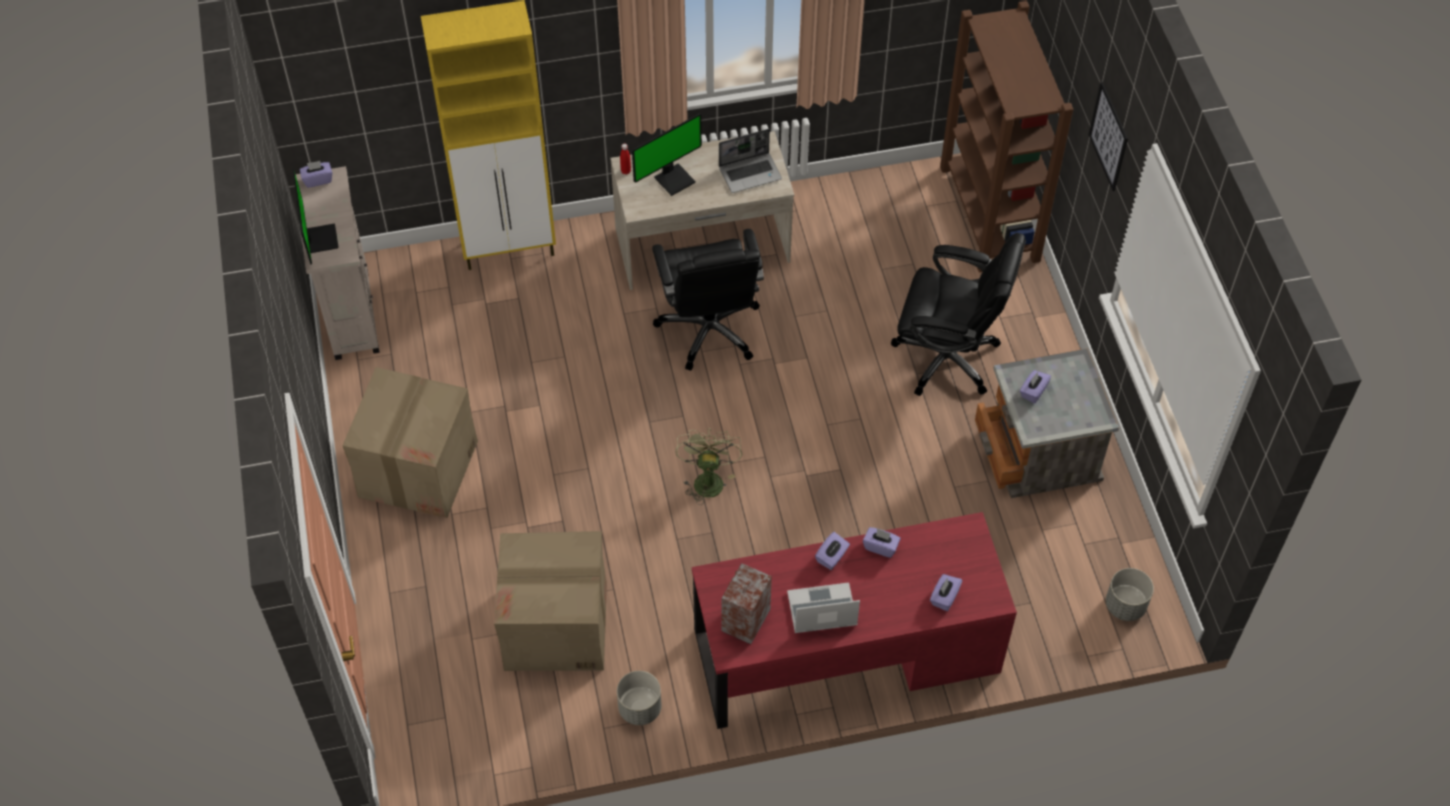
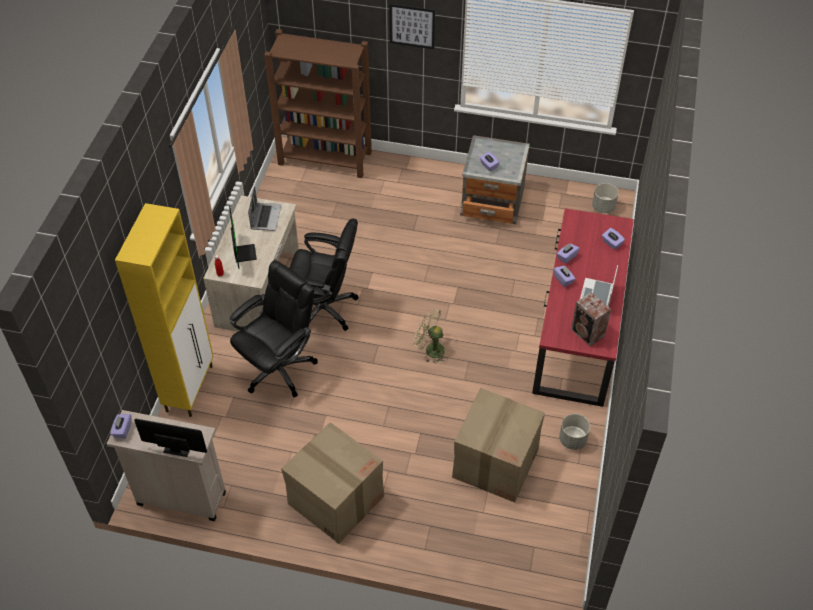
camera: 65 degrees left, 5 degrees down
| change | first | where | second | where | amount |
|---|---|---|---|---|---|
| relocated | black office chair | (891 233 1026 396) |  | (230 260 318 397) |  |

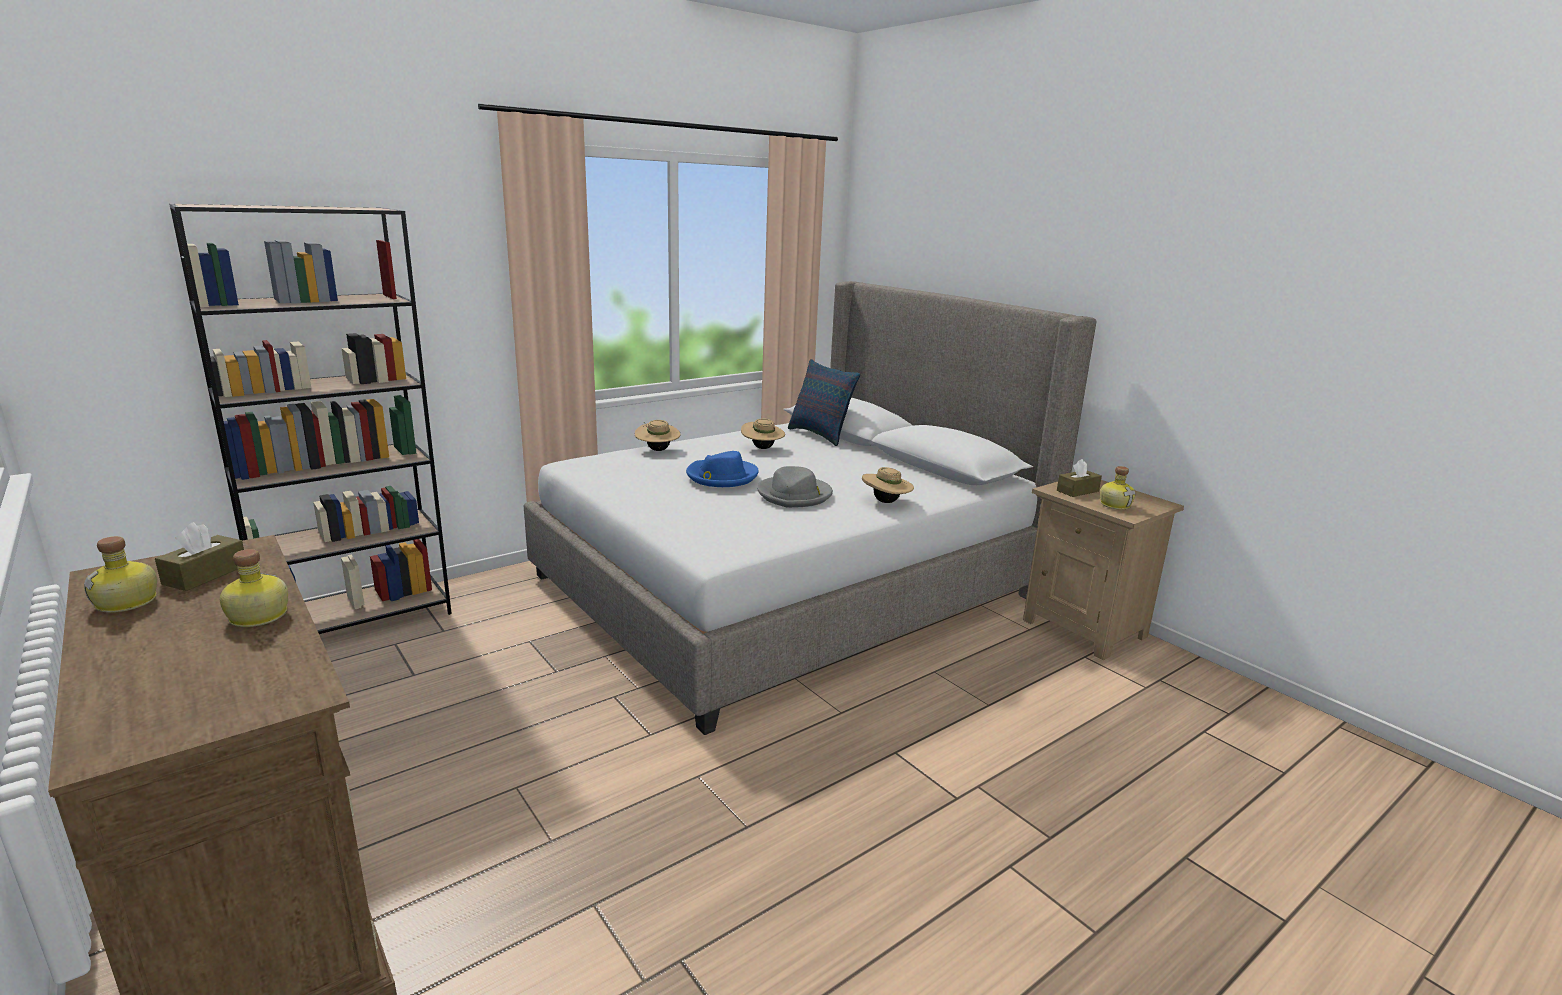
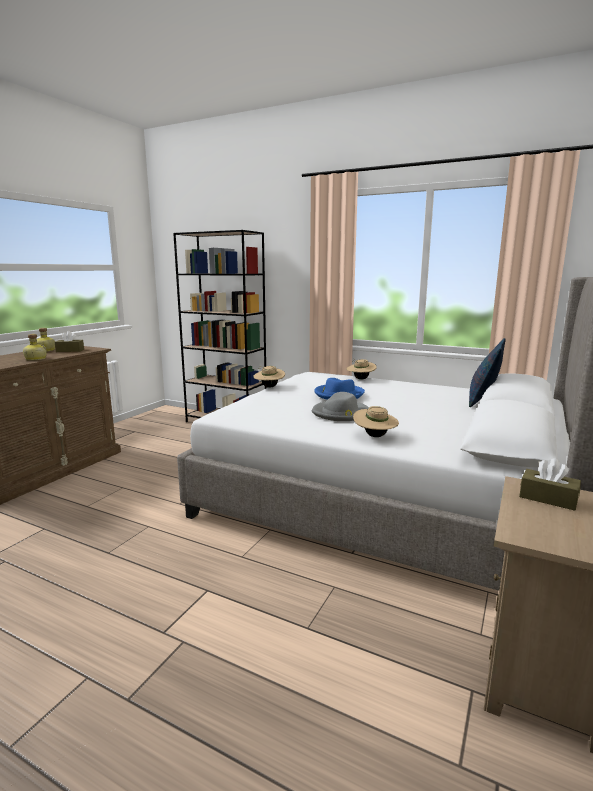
camera: 65 degrees right, 5 degrees down
| change | first | where | second | where | amount |
|---|---|---|---|---|---|
| missing | bottle | (1100 466 1135 510) |  |  |  |
| relocated | beige hat | (741 418 785 449) |  | (253 366 285 388) |  |

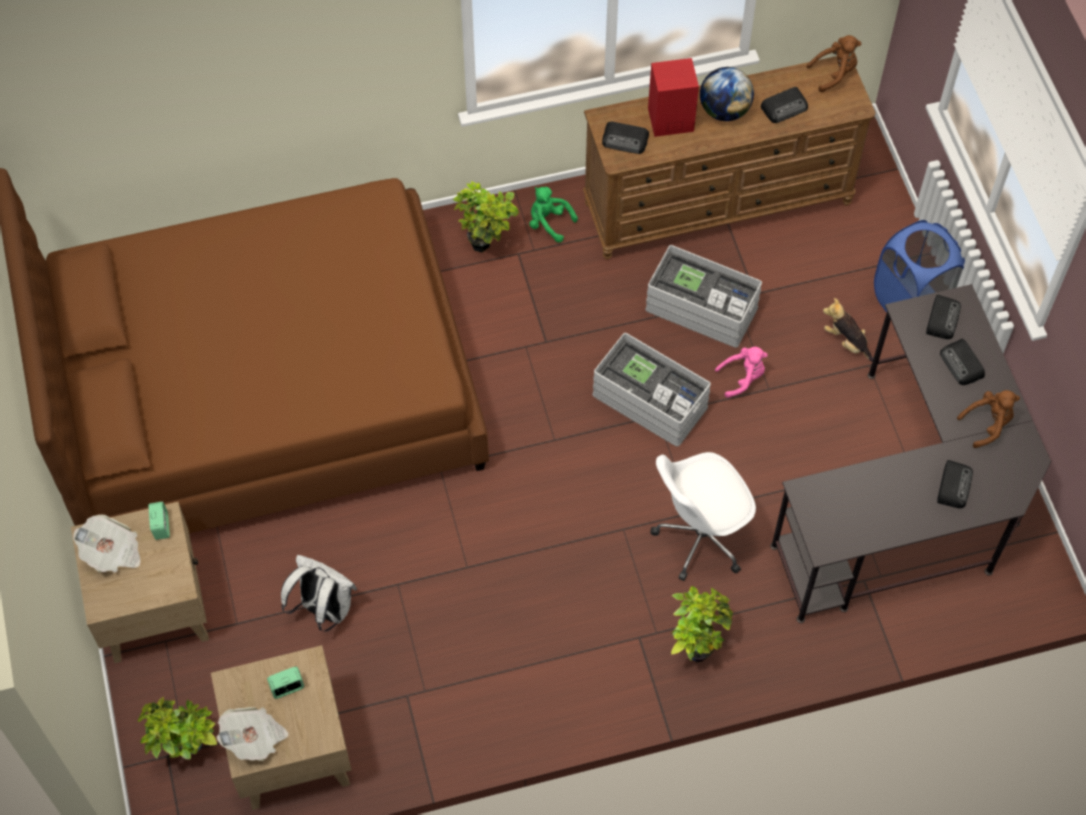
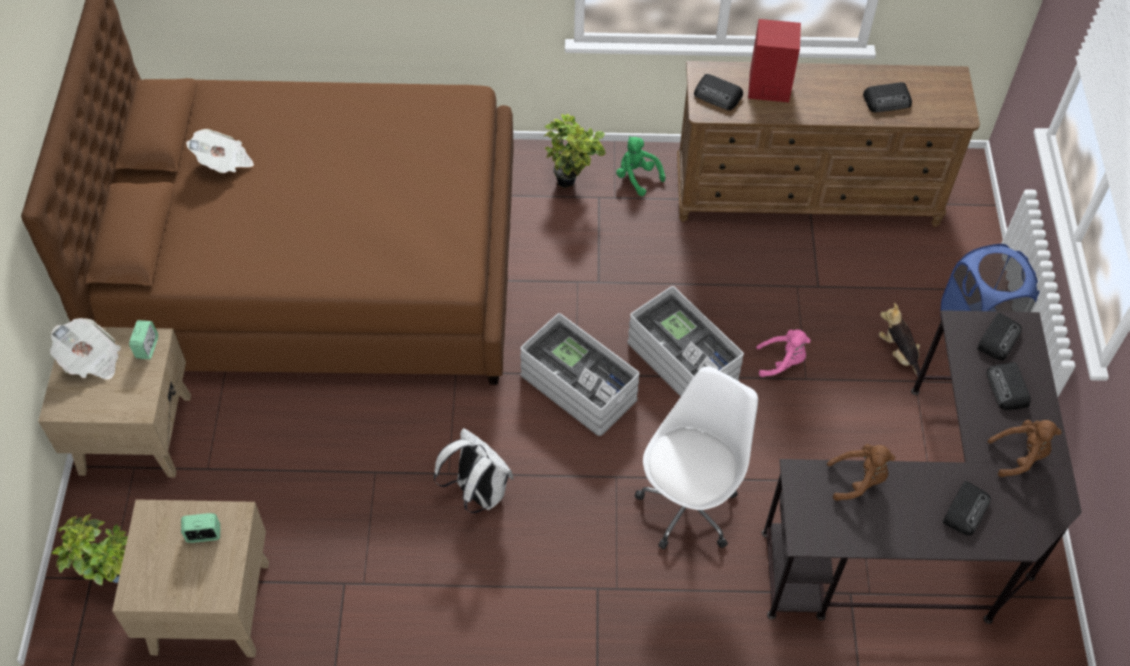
camera: 15 degrees right, 5 degrees down
| change | first | where | second | where | amount |
|---|---|---|---|---|---|
| missing | potted plant | (671 586 733 662) |  |  |  |
| missing | globe | (700 67 754 121) |  |  |  |
| relocated | newspaper | (216 707 289 761) |  | (186 129 254 174) |  |
| relocated | white backpack | (281 555 357 632) |  | (433 428 513 513) |  |
| relocated | grey storage box | (645 245 762 348) |  | (520 313 640 436) |  |
| relocated | brown plush toy | (807 35 861 92) |  | (827 444 895 501) |  |
| spun | white office chair | (650 452 756 581) |  | (634 367 758 549) | 135 degrees clockwise |

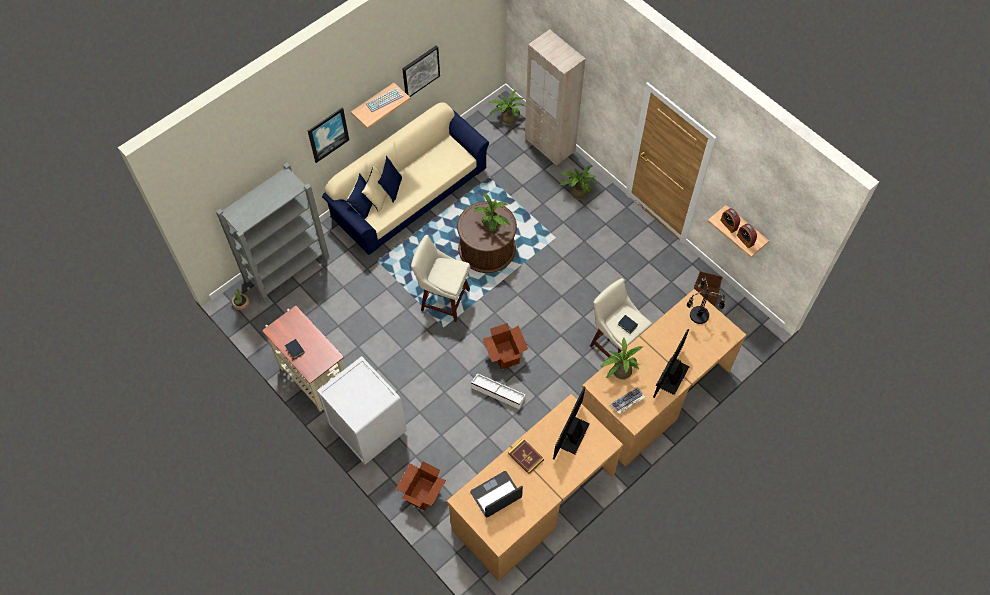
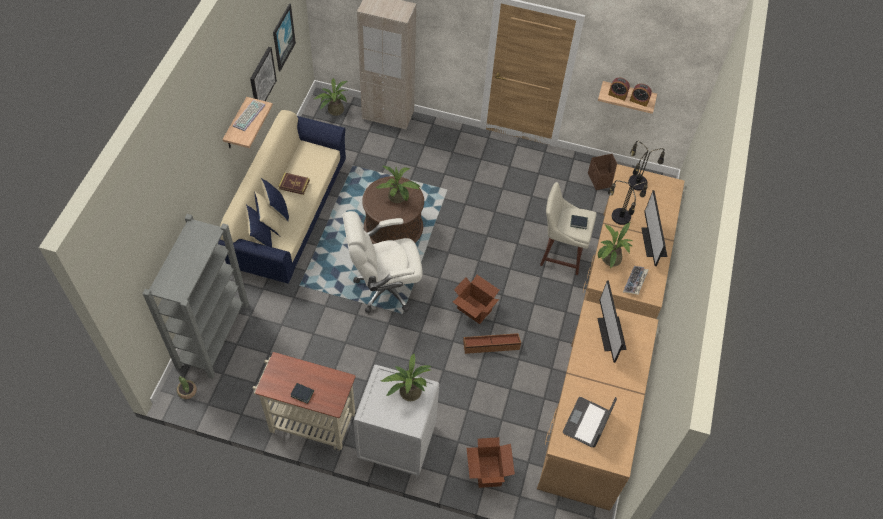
camera: 35 degrees left, 5 degrees down
| change | first | where | second | where | amount |
|---|---|---|---|---|---|
| appeared |  |  | table lamp | (608 180 648 225) |  |
| relocated | picture | (308 107 349 163) |  | (273 4 296 71) |  |
| relocated | book | (508 439 544 474) |  | (278 173 310 195) |  |
| relocated | potted plant | (559 166 600 200) |  | (381 353 431 401) |  |
| exchanged | beige stool | (411 235 471 322) | white office chair | (342 211 423 313) |  |
| colour | white storage box | (471 373 526 409) | brown storage box | (463 333 521 354) |  |

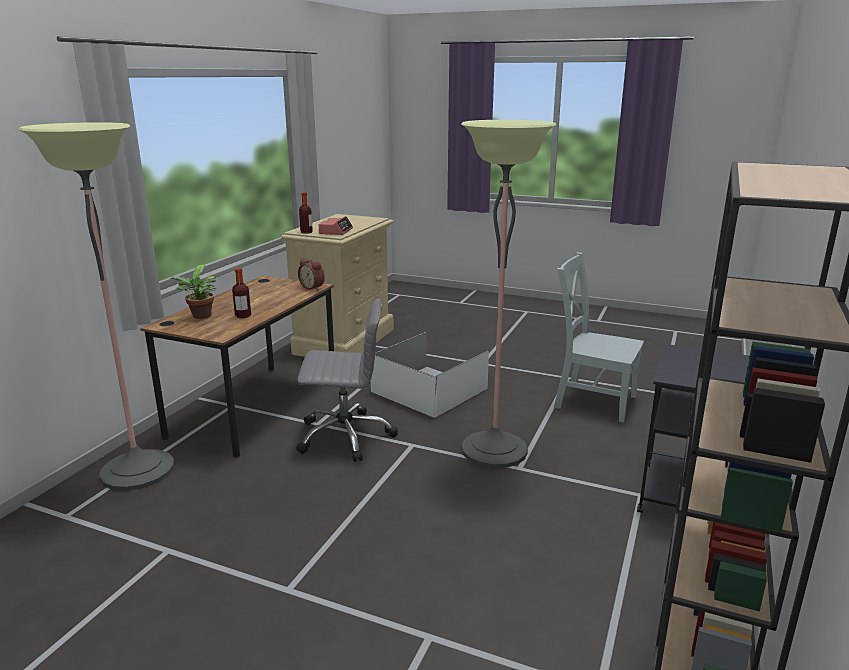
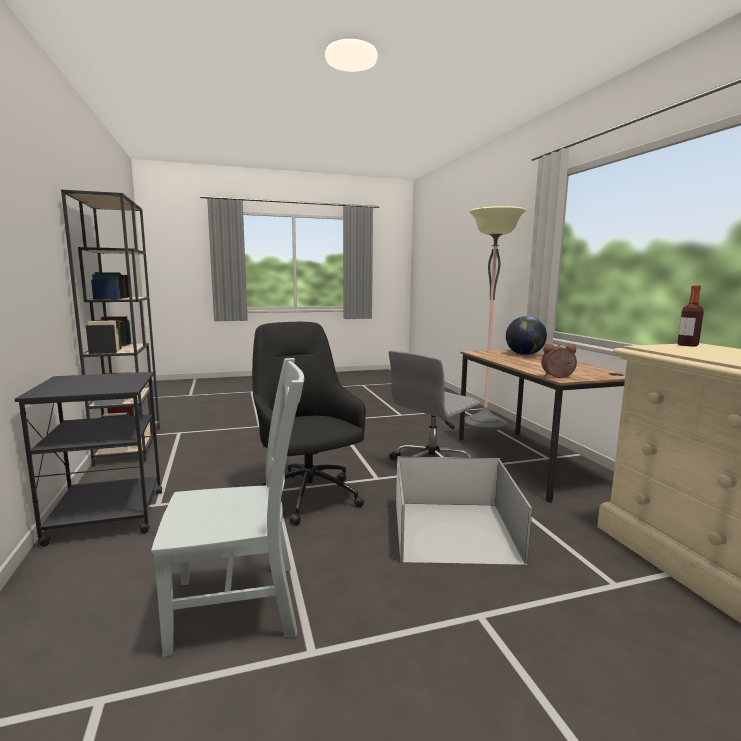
camera: 140 degrees right, 10 degrees down
| change | first | where | second | where | amount |
|---|---|---|---|---|---|
| missing | bottle | (232 268 251 318) |  |  |  |
| missing | alarm clock | (319 216 353 235) |  |  |  |
| exchanged | potted plant | (170 264 216 319) | globe | (506 316 547 355) |  |
| exchanged | floor lamp | (461 120 556 468) | black office chair | (252 322 366 525) |  |

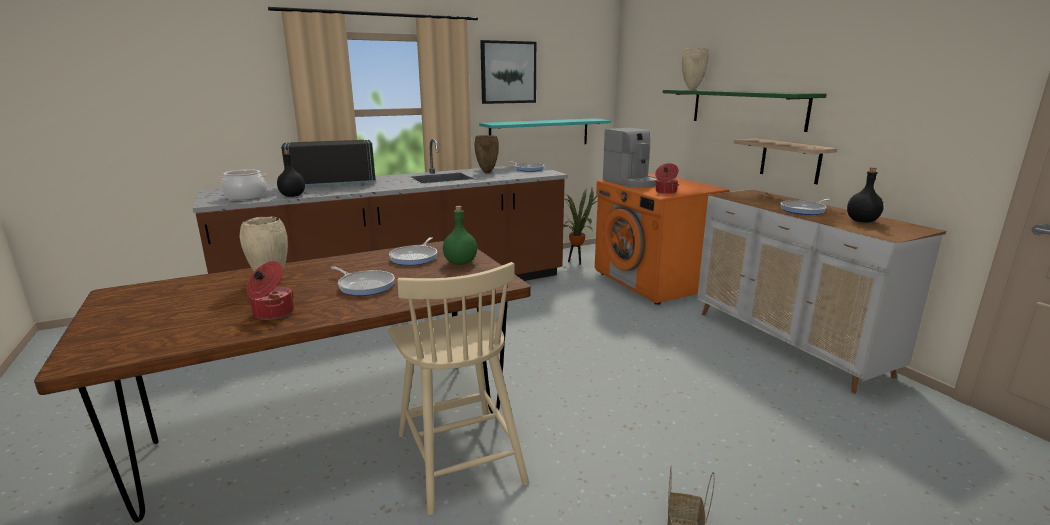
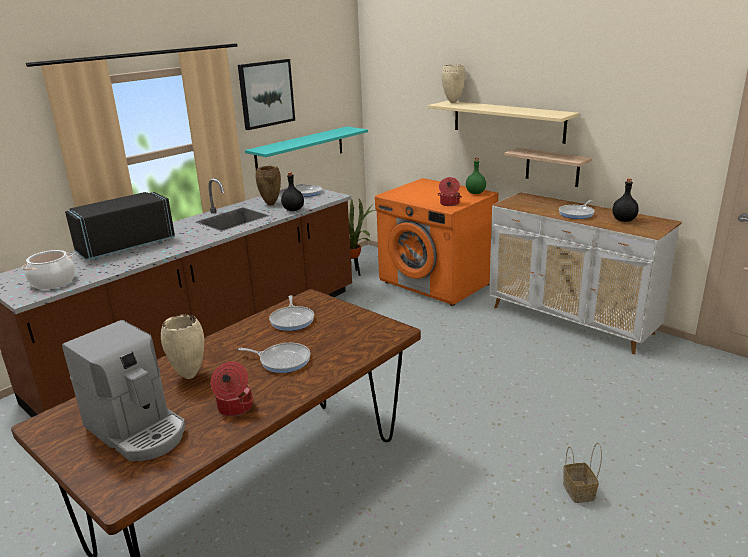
camera: 20 degrees left, 5 degrees up
| change | first | where | second | where | amount |
|---|---|---|---|---|---|
| missing | beige chair | (388 262 529 515) |  |  |  |
| relocated | black bottle | (277 150 305 197) |  | (281 172 304 211) |  |
| relocated | green bottle | (443 206 477 265) |  | (466 158 486 194) |  |
| relocated | coffee machine | (603 128 658 188) |  | (62 320 185 461) |  |
| colour | green shelf | (663 89 827 132) | beige shelf | (428 101 579 144) |  |

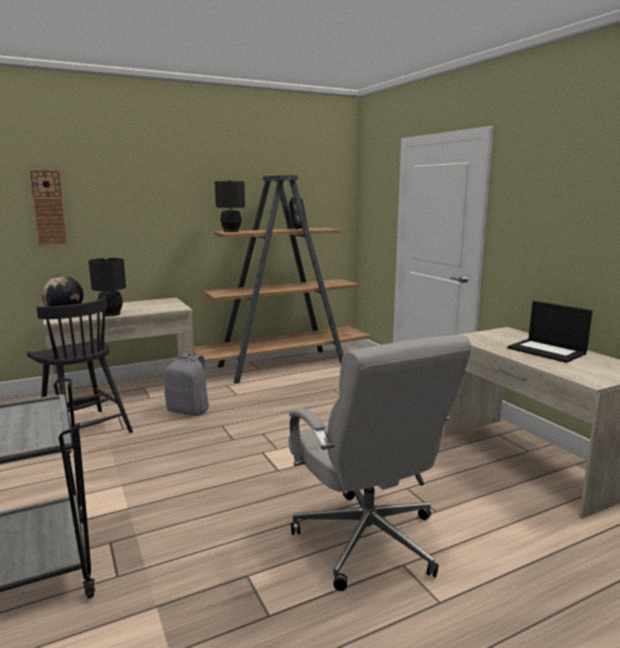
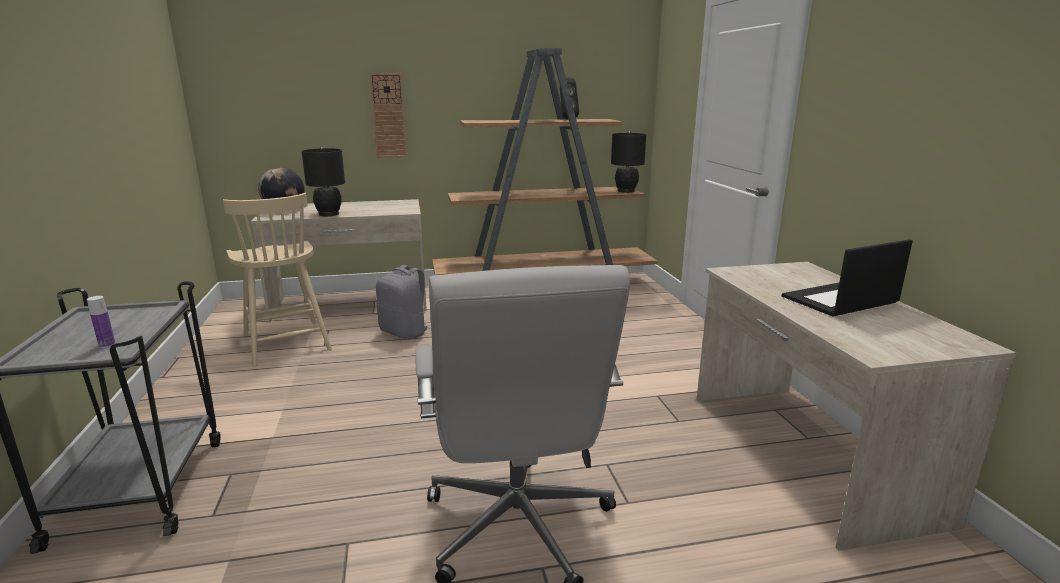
camera: 15 degrees right, 5 degrees up
| change | first | where | second | where | amount |
|---|---|---|---|---|---|
| appeared |  |  | bottle | (87 296 116 348) |  |
| relocated | wall clock | (28 169 69 247) |  | (370 73 407 158) |  |
| relocated | black table lamp | (215 179 245 232) |  | (611 131 646 193) |  |
| colour | black chair | (27 297 133 454) | beige chair | (223 193 332 367) |  |
| spun | laptop | (507 301 593 363) |  | (782 240 913 317) | 90 degrees clockwise |

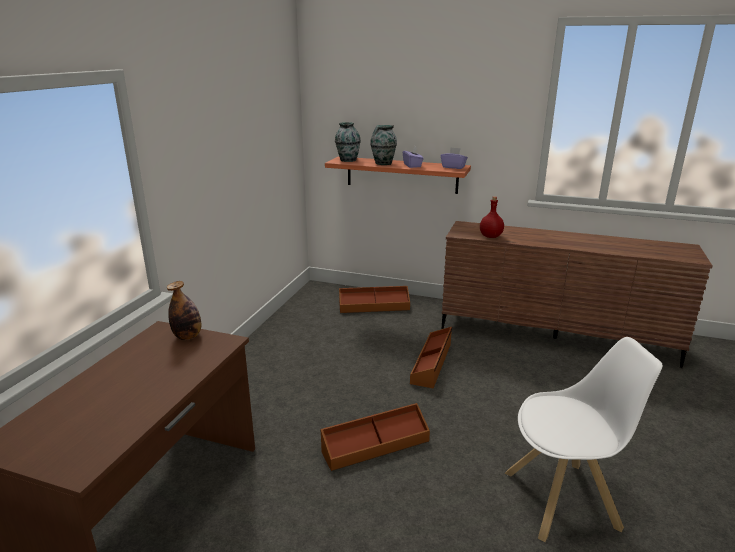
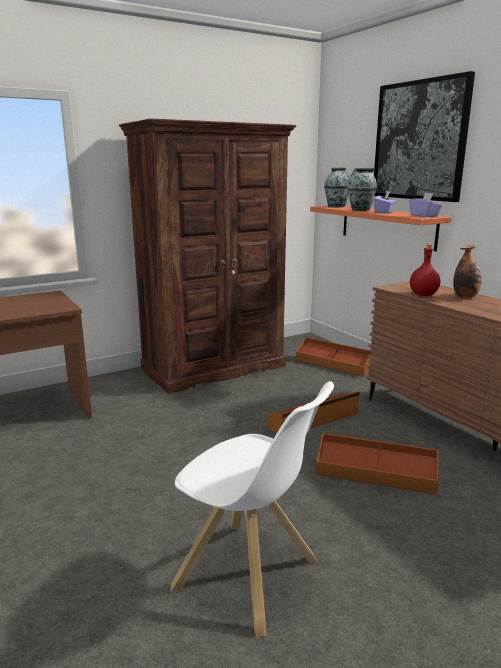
camera: 40 degrees right, 5 degrees down
| change | first | where | second | where | amount |
|---|---|---|---|---|---|
| appeared |  |  | brown wardrobe | (119 119 296 394) |  |
| appeared |  |  | picture | (374 71 475 202) |  |
| relocated | bottle | (167 281 201 340) |  | (453 245 481 298) |  |
| relocated | brown storage box | (320 403 430 471) |  | (316 433 439 495) |  |

